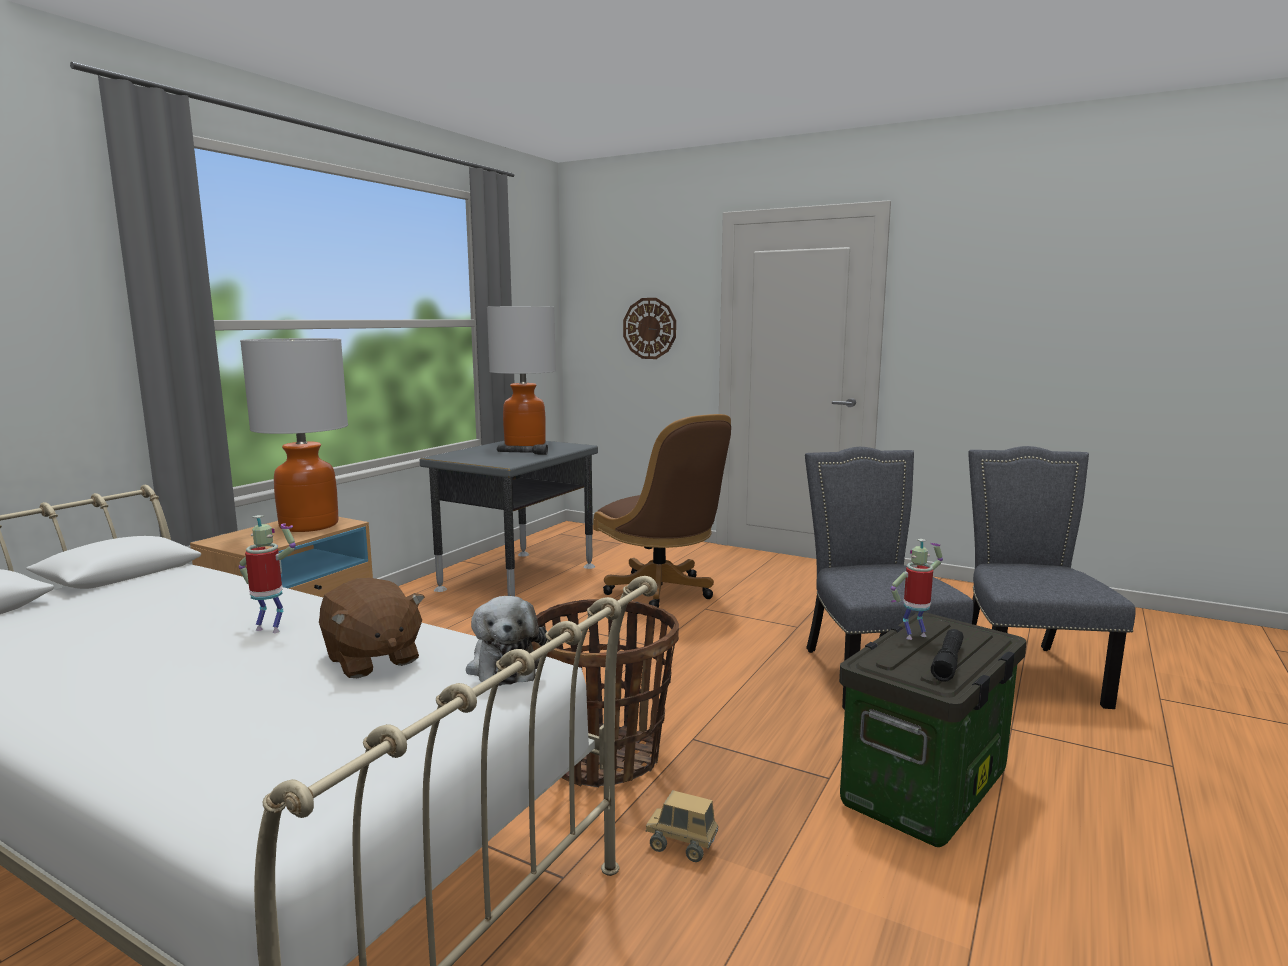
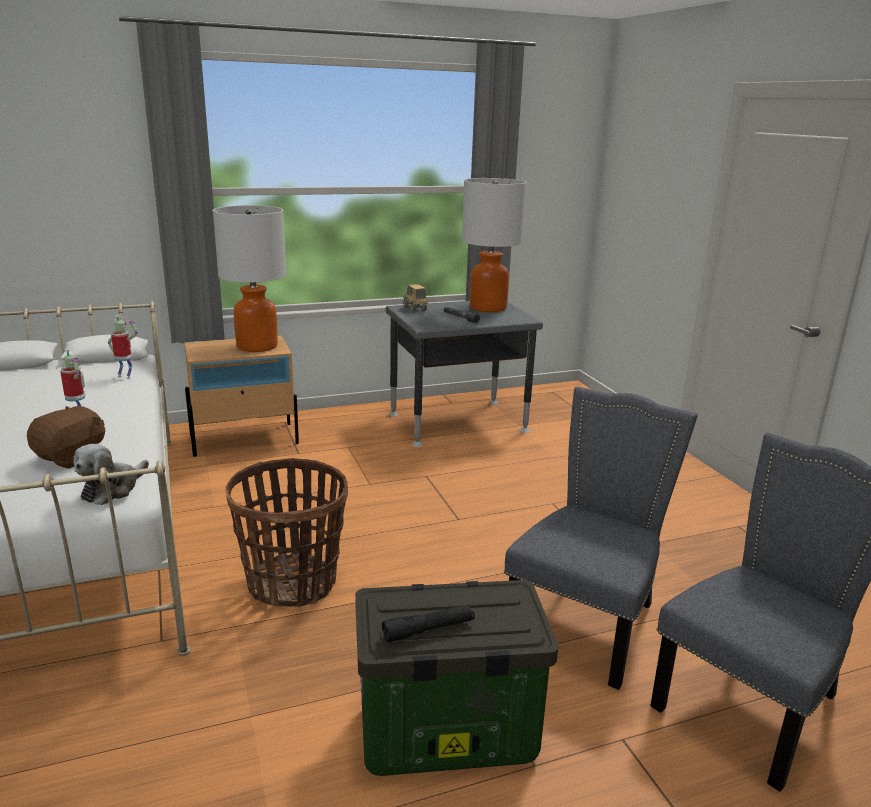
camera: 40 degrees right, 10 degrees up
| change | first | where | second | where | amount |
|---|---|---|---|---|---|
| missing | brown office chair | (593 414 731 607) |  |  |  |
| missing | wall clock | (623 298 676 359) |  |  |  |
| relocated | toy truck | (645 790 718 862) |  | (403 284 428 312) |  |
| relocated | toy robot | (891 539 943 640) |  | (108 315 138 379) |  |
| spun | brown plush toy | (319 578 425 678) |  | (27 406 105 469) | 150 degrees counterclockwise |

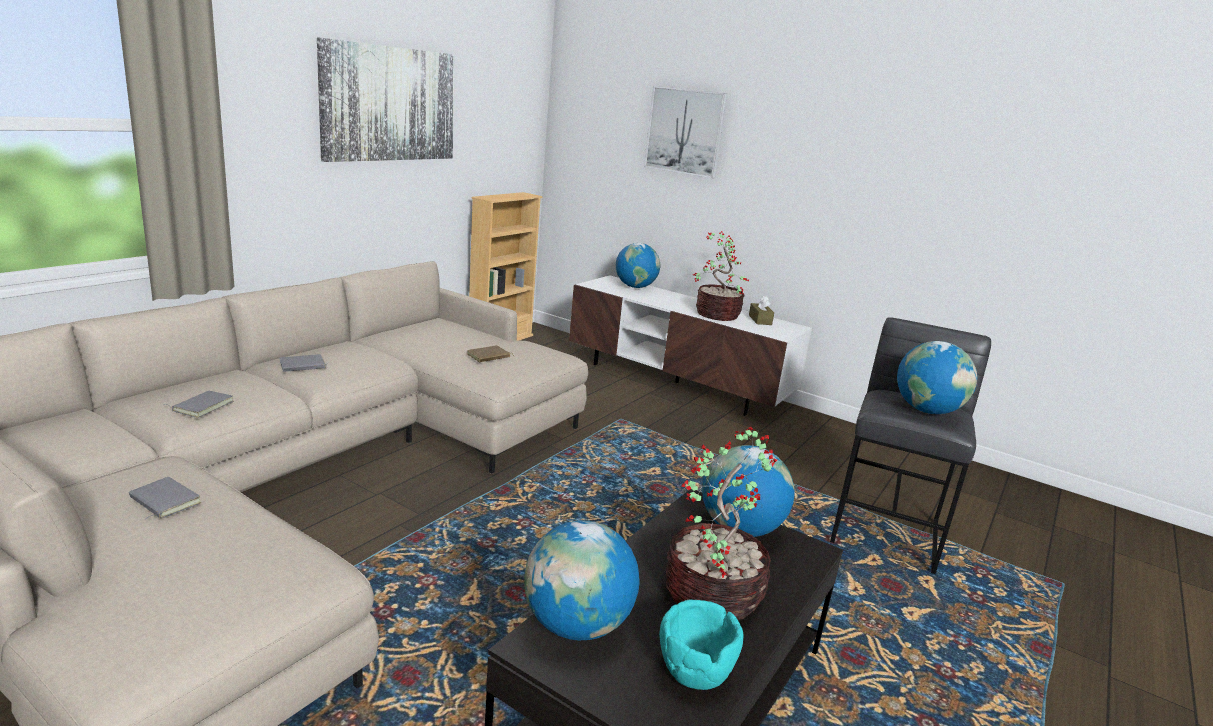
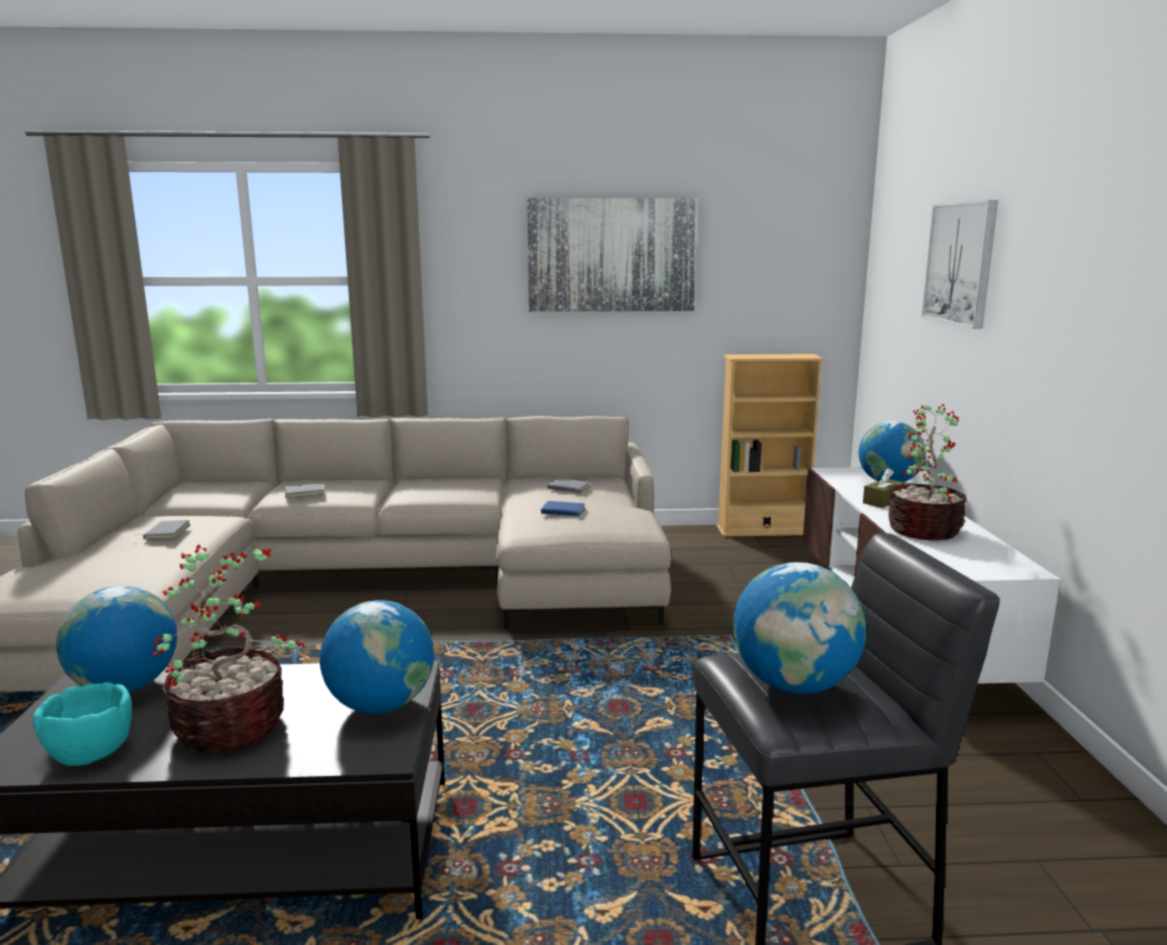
camera: 55 degrees right, 5 degrees down
| change | first | where | second | where | amount |
|---|---|---|---|---|---|
| relocated | grey book | (279 354 327 372) |  | (547 478 590 493) |  |
| relocated | brown tissue box | (749 296 774 325) |  | (863 468 905 508) |  |
| colour | brown book | (467 345 514 362) | blue book | (541 501 586 516) |  |

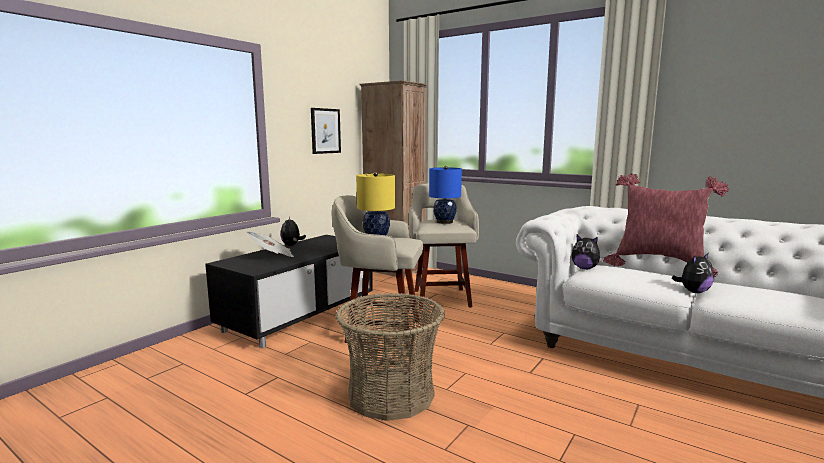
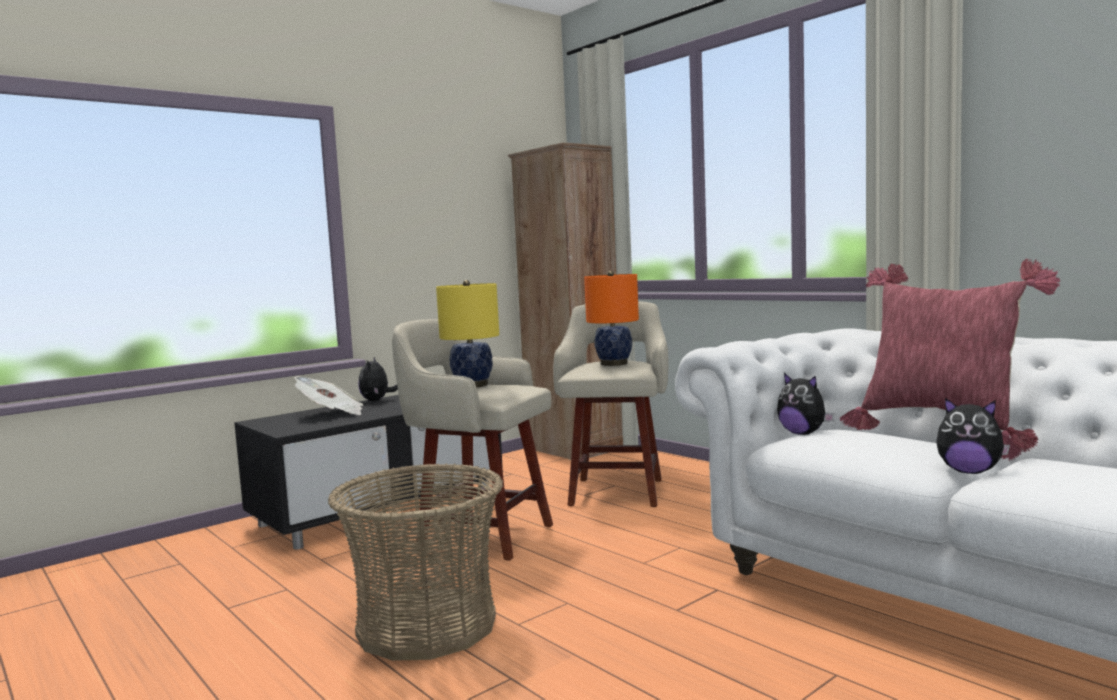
camera: 15 degrees right, 5 degrees down
| change | first | where | second | where | amount |
|---|---|---|---|---|---|
| missing | picture | (311 108 341 154) |  |  |  |
| colour | blue table lamp | (429 166 462 224) | orange table lamp | (584 271 639 366) |  |
| spun | plush toy | (672 253 714 293) |  | (936 398 1010 474) | 45 degrees clockwise |

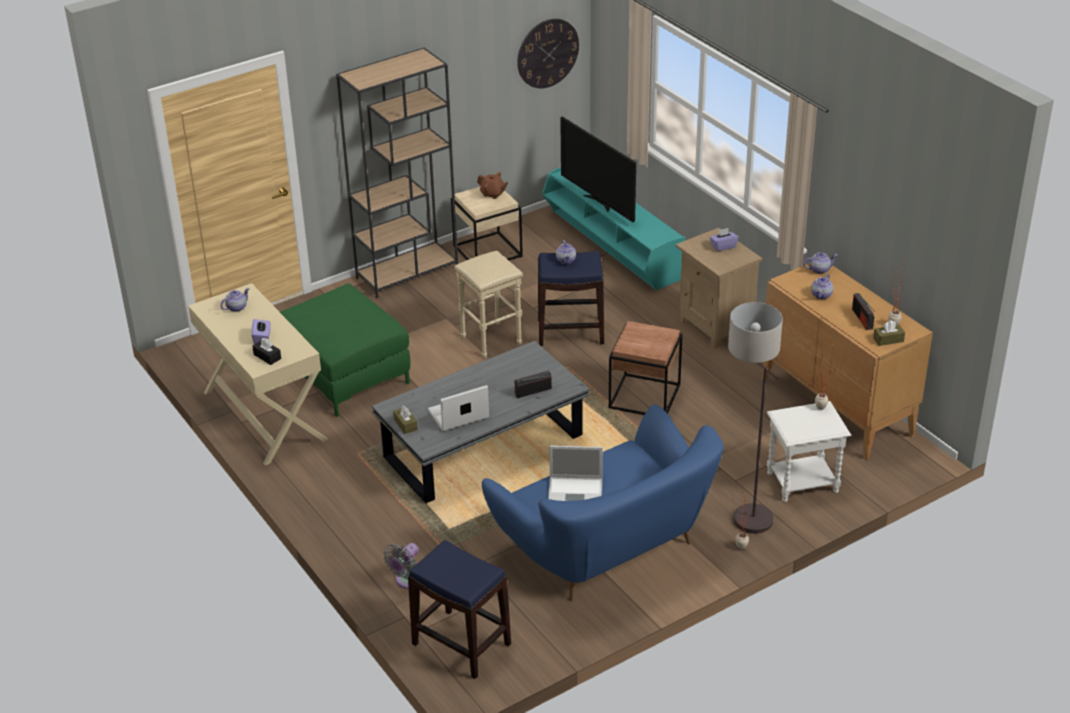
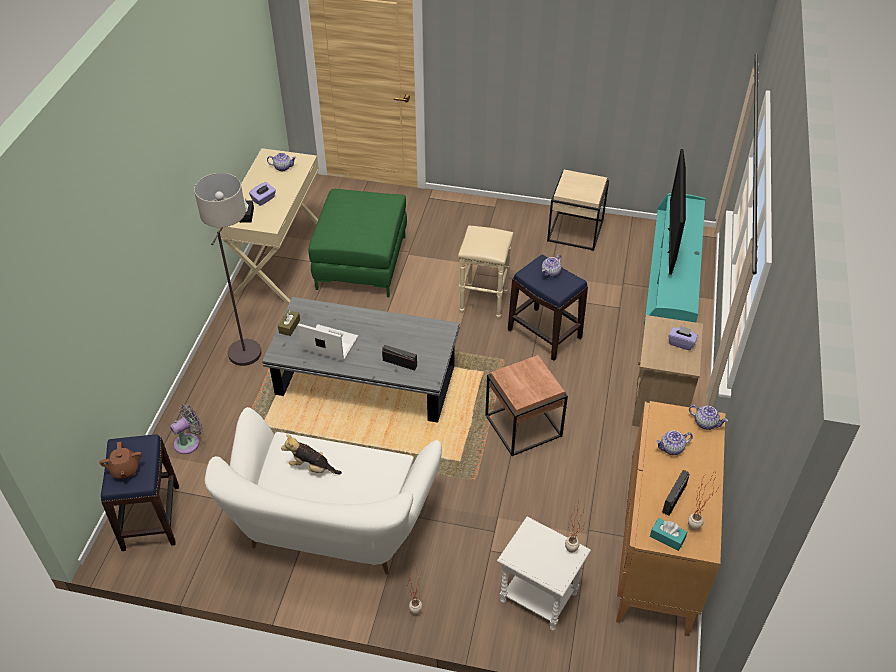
camera: 45 degrees right, 10 degrees up
| change | first | where | second | where | amount |
|---|---|---|---|---|---|
| missing | bookcase | (336 48 458 298) |  |  |  |
| missing | wall clock | (517 19 579 88) |  |  |  |
| relocated | brown teapot | (477 172 508 199) |  | (99 442 142 479) |  |
| relocated | grey floor lamp | (728 302 783 534) |  | (194 173 261 366) |  |
| exchanged | laptop | (548 445 603 501) | plush toy | (281 434 342 474) |  |
| colour | blue sofa | (482 404 723 602) | white sofa | (205 407 442 575) |  |
| colour | brown tissue box | (873 320 905 346) | turquoise tissue box | (650 518 687 551) |  |
| spun | grey fan | (383 543 419 589) |  | (170 404 203 454) | 150 degrees clockwise |

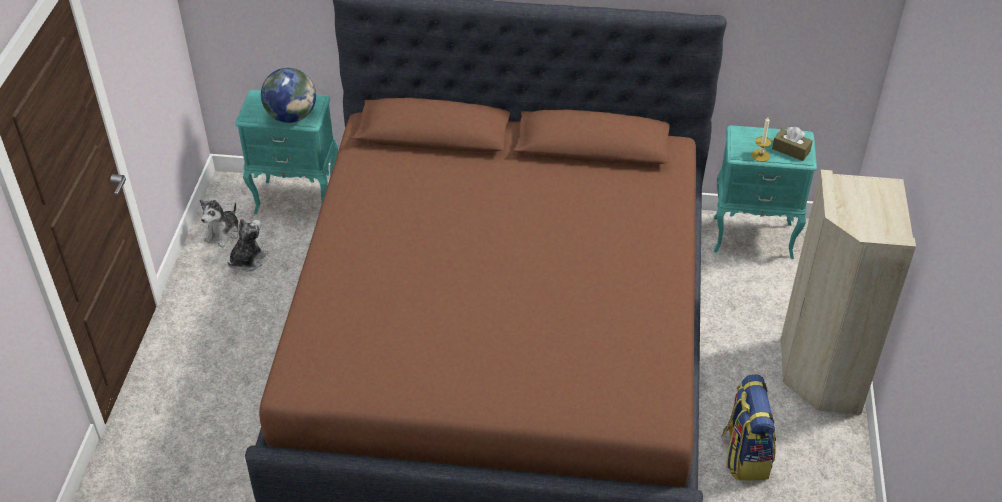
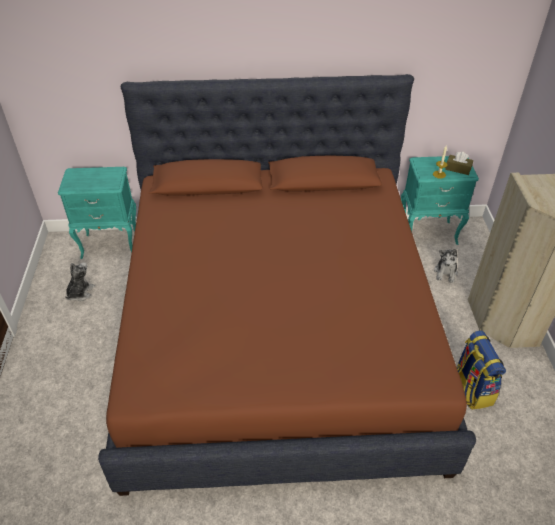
camera: 10 degrees left, 0 degrees up
| change | first | where | second | where | amount |
|---|---|---|---|---|---|
| missing | globe | (261 68 316 123) |  |  |  |
| relocated | plush toy | (200 199 239 248) |  | (434 249 458 283) |  |

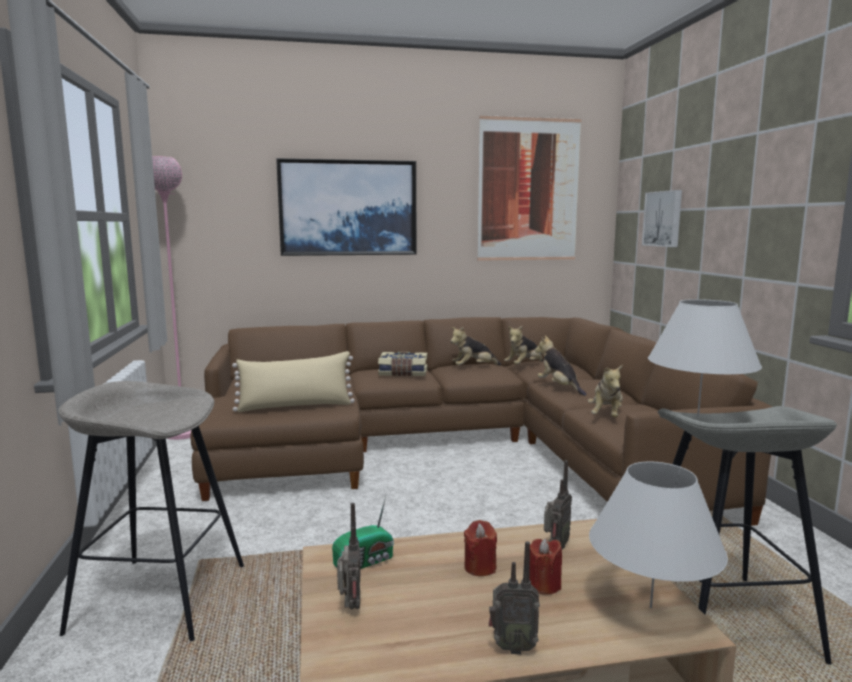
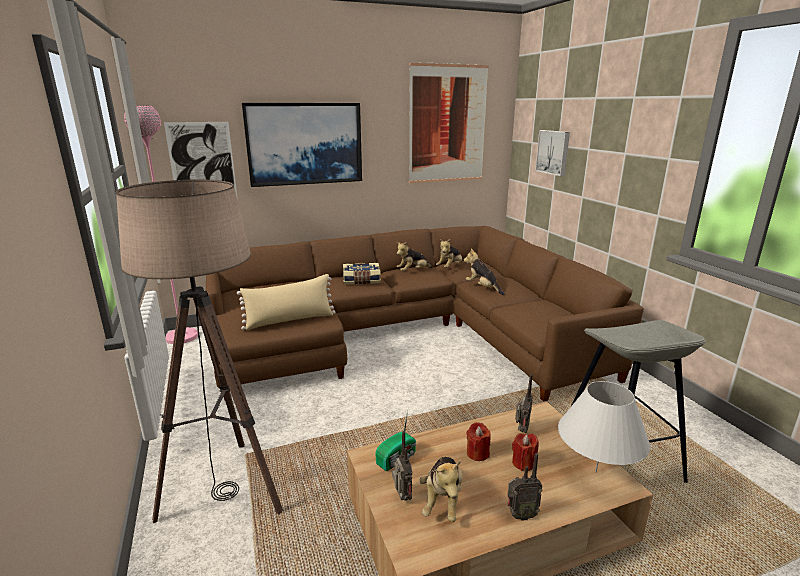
camera: 10 degrees left, 10 degrees up
| change | first | where | second | where | amount |
|---|---|---|---|---|---|
| missing | white table lamp | (648 299 762 416) |  |  |  |
| appeared |  |  | picture | (164 122 238 200) |  |
| relocated | plush toy | (588 364 623 417) |  | (419 457 463 522) |  |
| exchanged | grey stool | (58 381 244 641) | floor lamp | (116 180 283 523) |  |

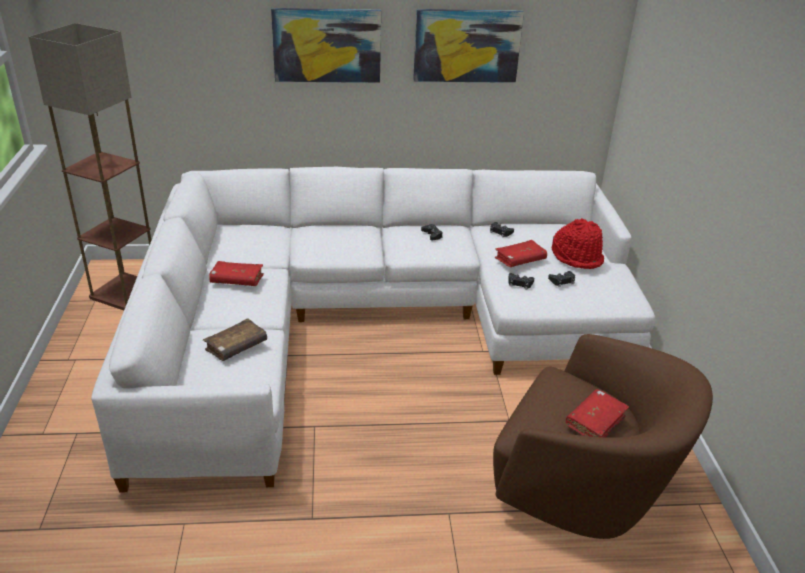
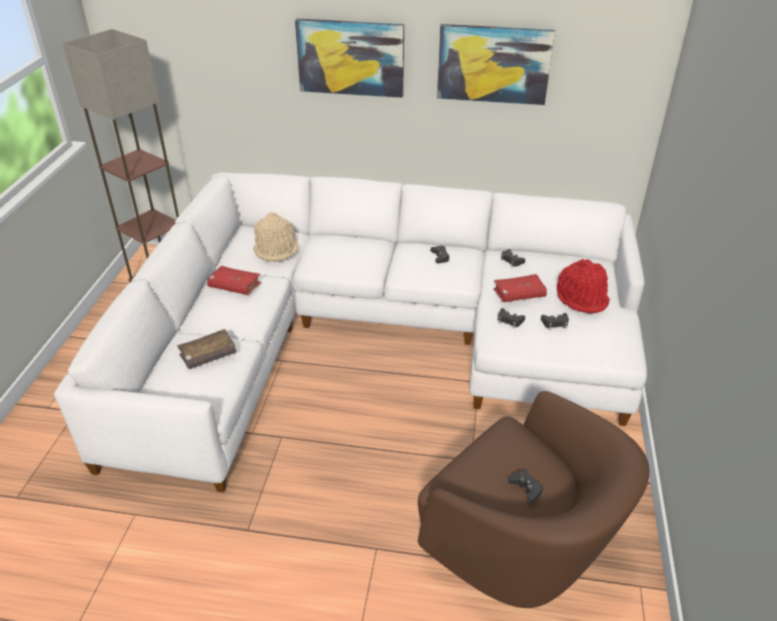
camera: 15 degrees right, 5 degrees up
| change | first | where | second | where | amount |
|---|---|---|---|---|---|
| appeared |  |  | beige hat | (253 212 298 262) |  |
| exchanged | red book | (566 389 629 437) | black game controller | (508 470 543 503) |  |

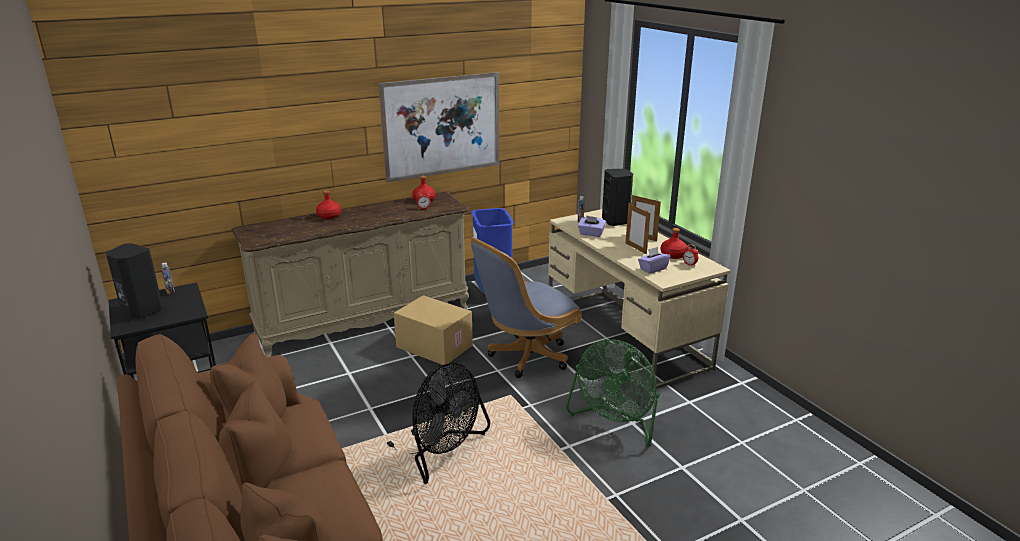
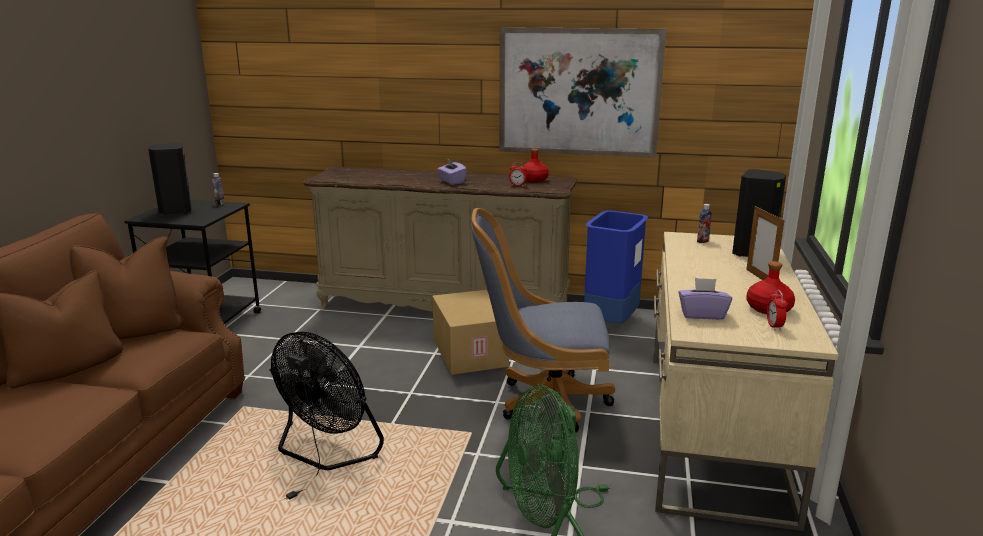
camera: 40 degrees right, 5 degrees down
| change | first | where | second | where | amount |
|---|---|---|---|---|---|
| missing | red bottle | (316 190 341 219) |  |  |  |
| missing | picture frame | (626 203 650 254) |  |  |  |
| relocated | purple tissue box | (578 216 606 237) |  | (437 158 467 185) |  |
| spun | black fan | (387 363 490 484) |  | (269 332 384 500) | 135 degrees counterclockwise |

